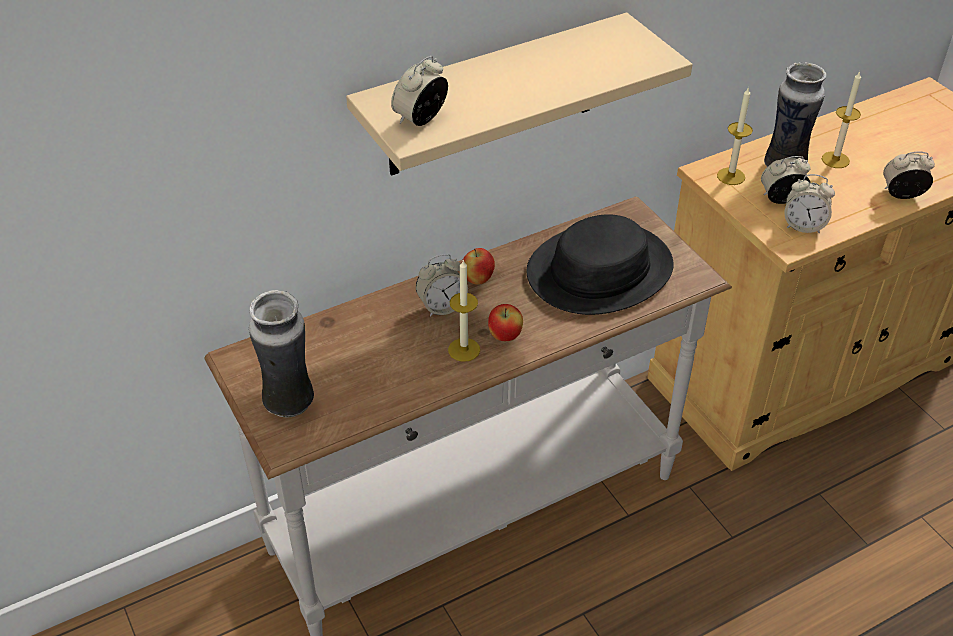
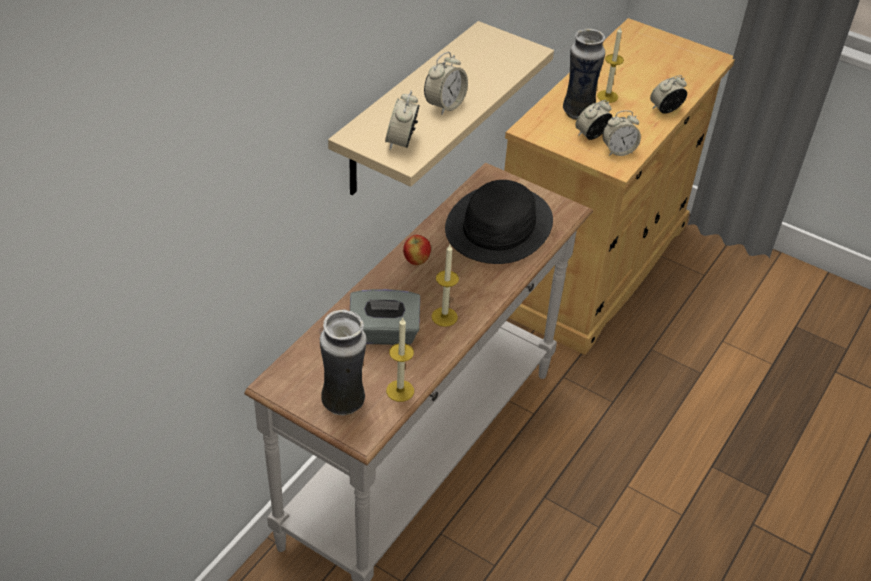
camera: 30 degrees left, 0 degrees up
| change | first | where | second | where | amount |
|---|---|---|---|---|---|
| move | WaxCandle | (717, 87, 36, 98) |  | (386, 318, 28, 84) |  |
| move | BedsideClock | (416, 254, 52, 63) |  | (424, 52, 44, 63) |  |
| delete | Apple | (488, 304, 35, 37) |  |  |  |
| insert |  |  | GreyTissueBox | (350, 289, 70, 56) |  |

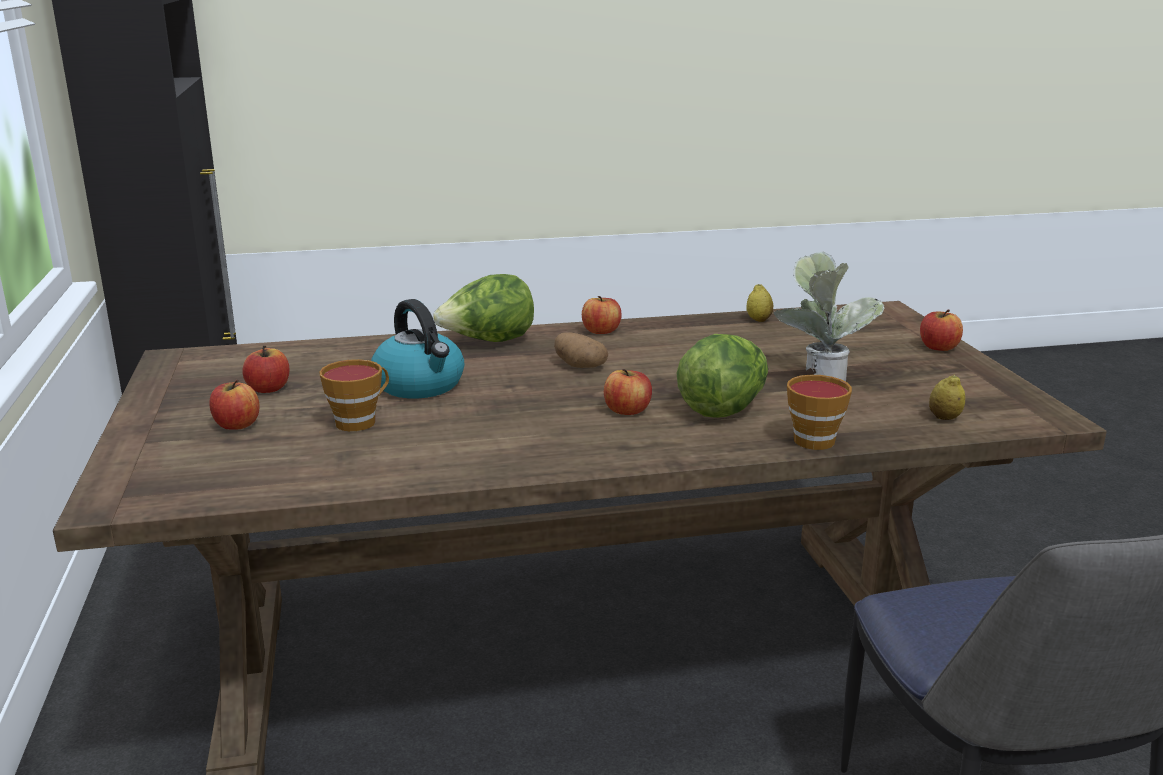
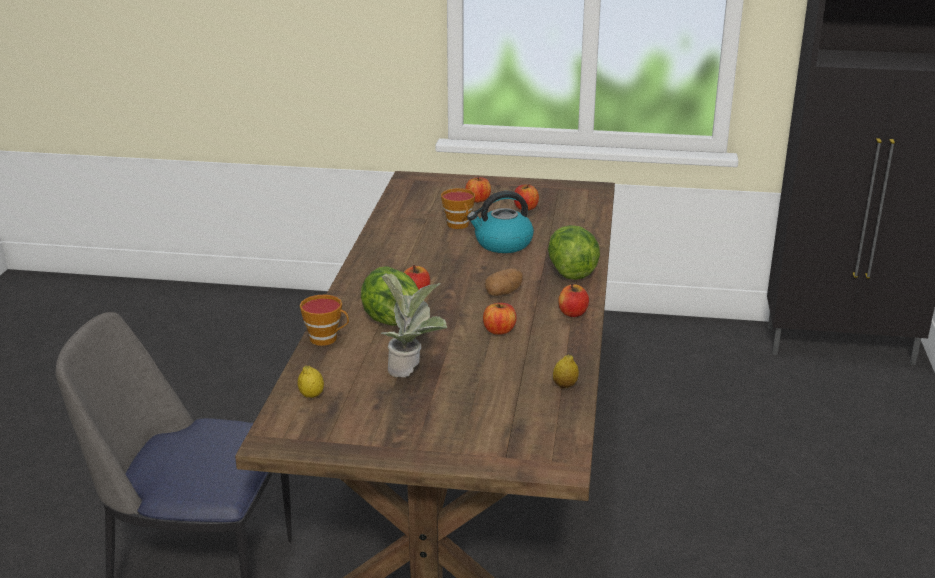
camera: 110 degrees right, 5 degrees up
| change | first | where | second | where | amount |
|---|---|---|---|---|---|
| move | Apple | (920, 309, 43, 42) |  | (483, 303, 34, 32) |  |

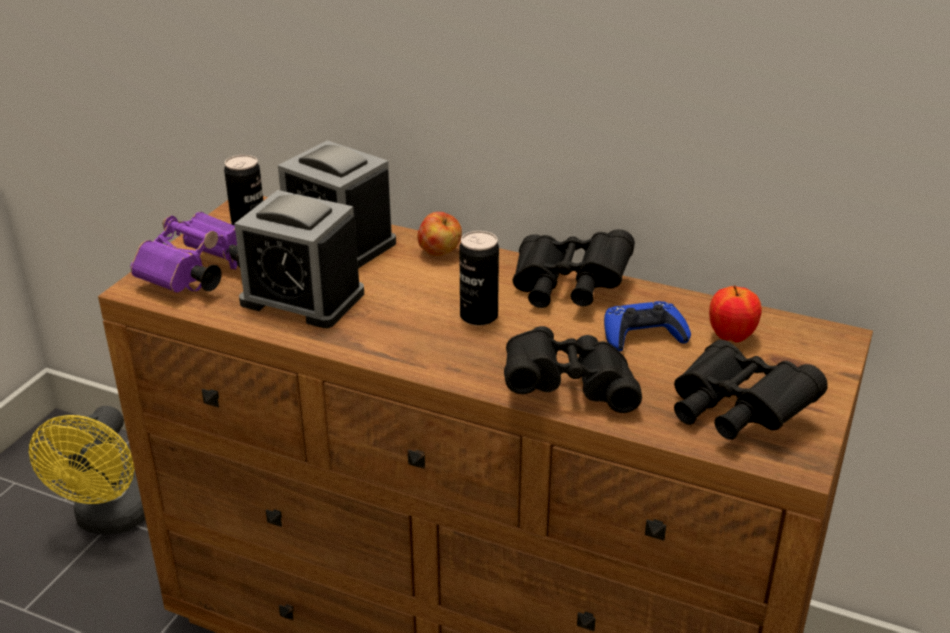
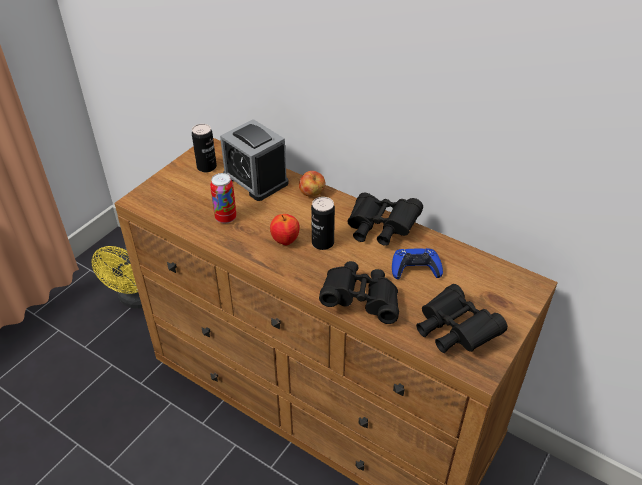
camera: 10 degrees right, 10 degrees up
| change | first | where | second | where | amount |
|---|---|---|---|---|---|
| replace | BedsideClock | (234, 190, 130, 138) | MetalCan | (210, 173, 26, 51) |  |
| delete | PurplishFieldGlasses | (130, 212, 110, 80) |  |  |  |
| move | Apple | (709, 285, 53, 57) |  | (270, 214, 29, 31) |  |

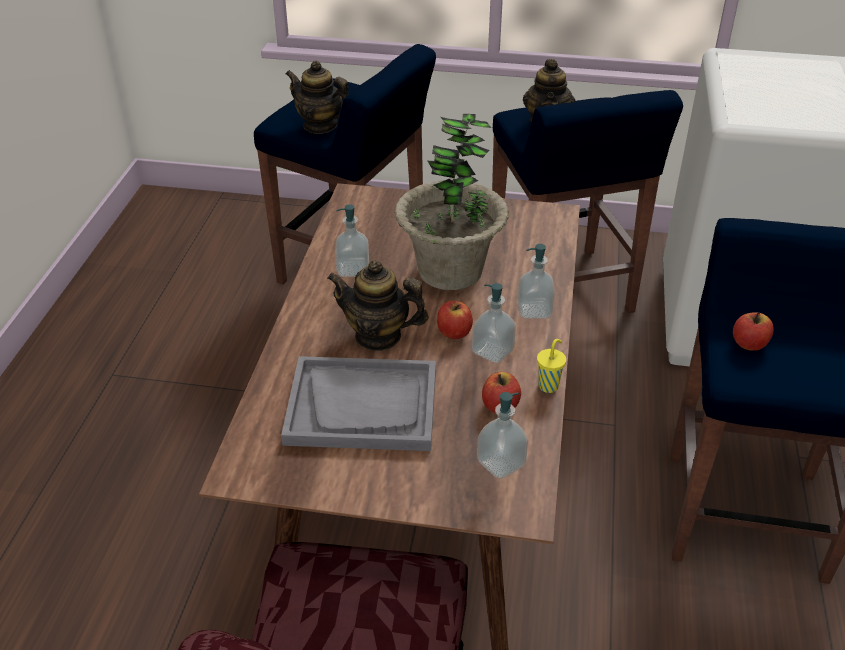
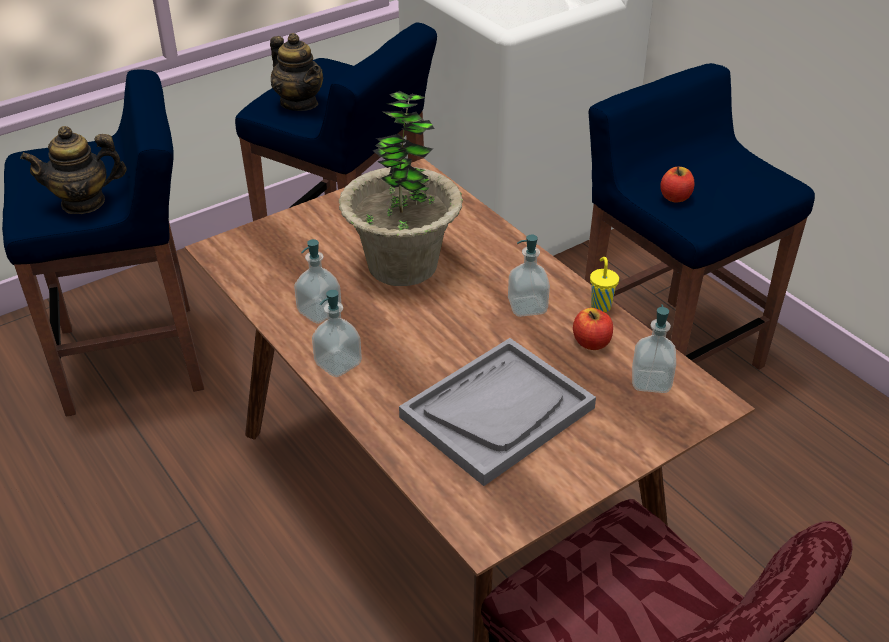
camera: 45 degrees left, 0 degrees up
| change | first | where | second | where | amount |
|---|---|---|---|---|---|
| move | SoapBottle | (518, 244, 37, 75) |  | (312, 290, 50, 87) |  |
| delete | Teapot | (327, 260, 102, 91) |  |  |  |
| delete | Apple | (437, 301, 36, 38) |  |  |  |

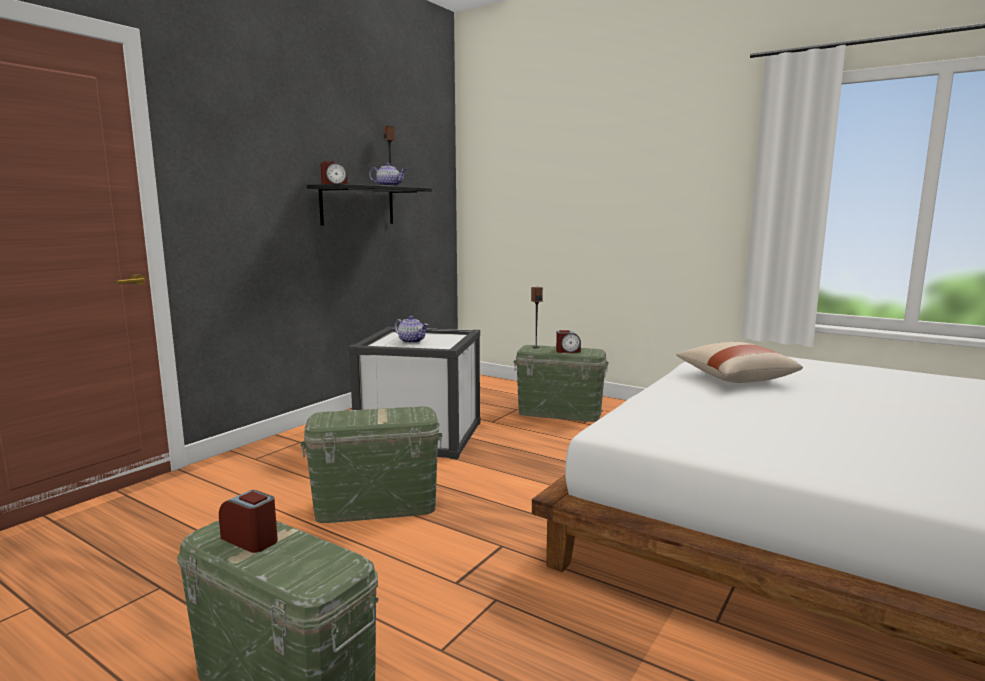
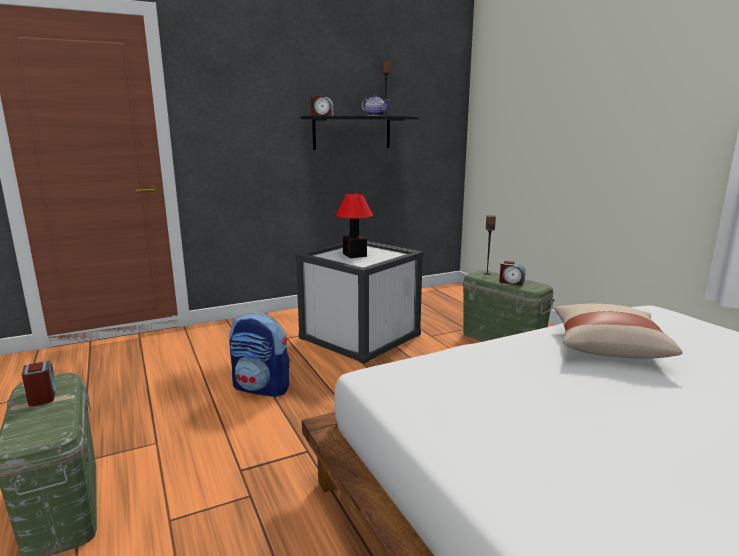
camera: 30 degrees right, 5 degrees up
| change | first | where | second | where | amount |
|---|---|---|---|---|---|
| replace | Teapot | (394, 316, 34, 27) | TabletopLamp | (335, 194, 38, 64) |  |
| replace | GreenStorageBox | (301, 407, 141, 116) | Knapsack | (229, 312, 61, 85) |  |

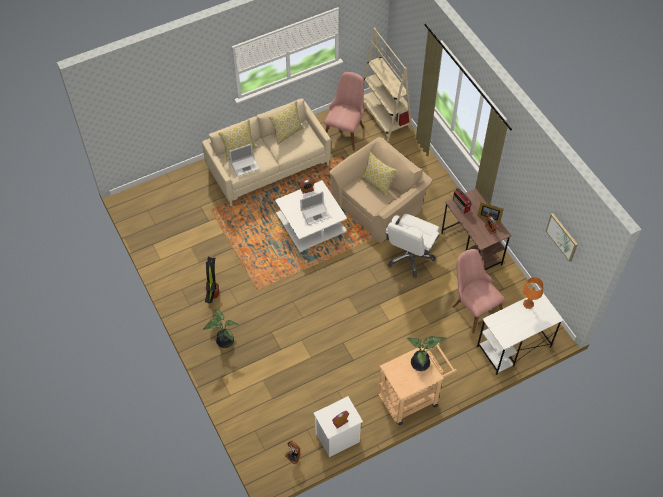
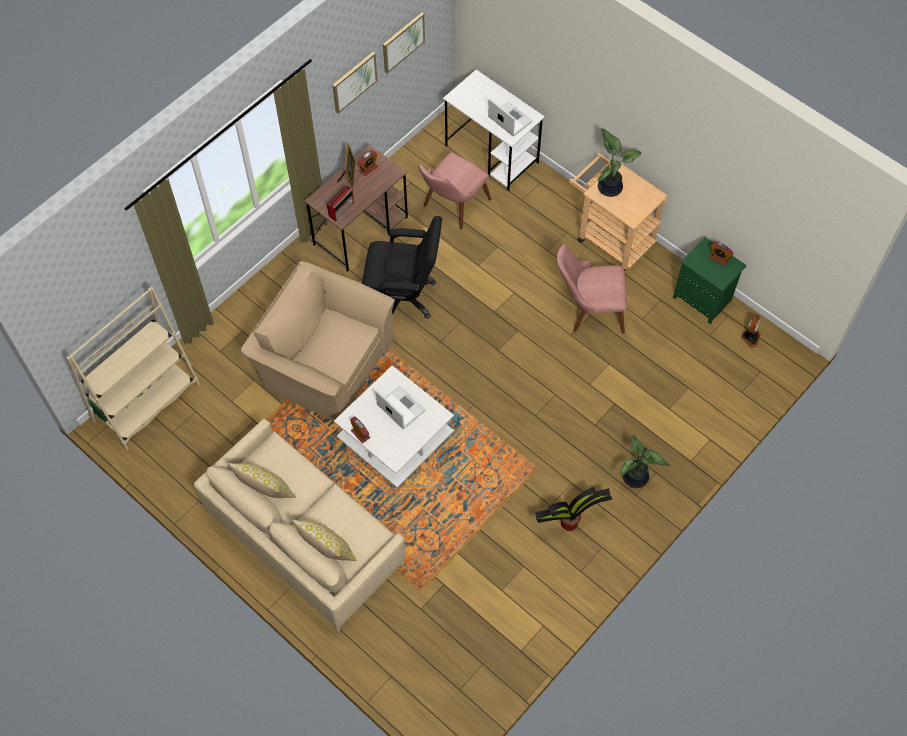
camera: 110 degrees left, 5 degrees up
| change | first | where | second | where | amount |
|---|---|---|---|---|---|
| move | PinkColouredUprightChair | (324, 72, 40, 79) |  | (557, 244, 70, 89) |  |
| move | PortableComputer | (229, 143, 31, 34) |  | (488, 98, 45, 38) |  |
| delete | ThrowPillow | (361, 151, 36, 46) |  |  |  |
| recolor | WhiteColouredOfficeChair | (385, 213, 54, 65) | BlackishOfficeChair | (362, 216, 80, 103) |  |
| delete | OrangeColouredTabletopLamp | (523, 277, 20, 32) |  |  |  |
| recolor | WhiteColouredNightstand | (313, 396, 50, 61) | GreenNightstand | (673, 237, 74, 87) |  |
| insert |  |  | WallArt | (332, 52, 46, 62) |  |

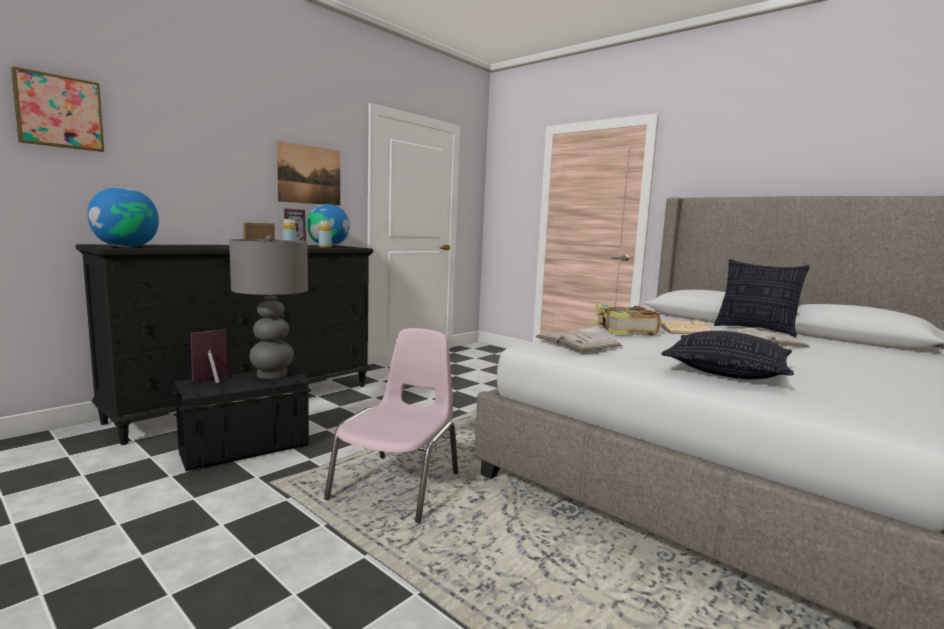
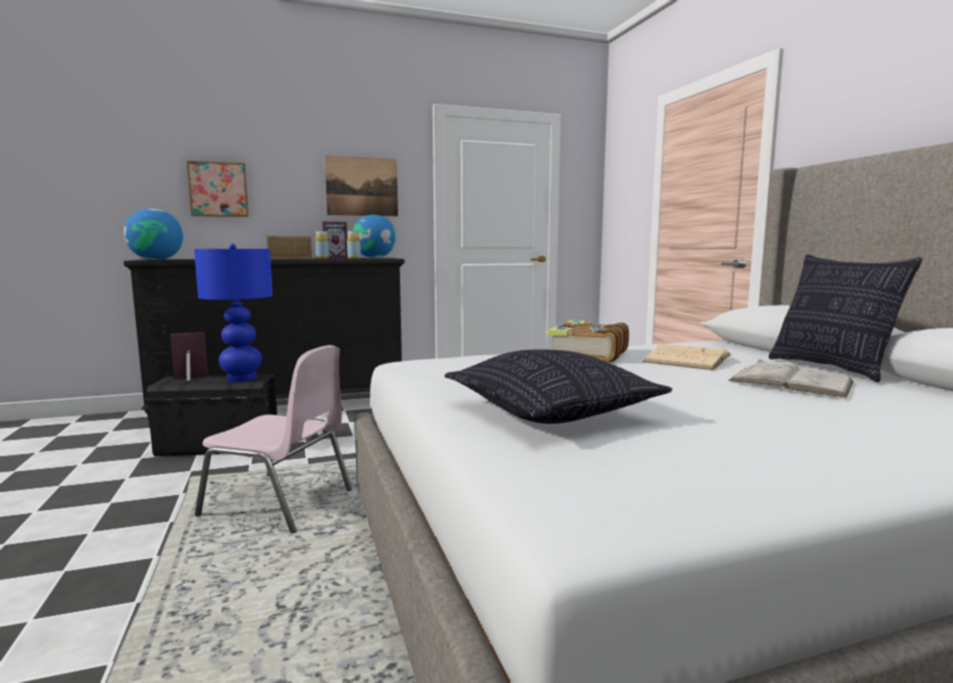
camera: 30 degrees right, 0 degrees up
| change | first | where | second | where | amount |
|---|---|---|---|---|---|
| move | WallArt | (11, 66, 93, 86) |  | (187, 160, 62, 57) |  |
| recolor | GreyTabletopLamp | (229, 235, 79, 144) | BlueTabletopLamp | (194, 244, 79, 138) |  |
| rotate | PinkColouredUprightChair | (324, 328, 134, 195) |  | (195, 345, 157, 188) | 60 degrees clockwise |
| delete | WhiteColouredBook | (535, 331, 87, 20) |  |  |  |

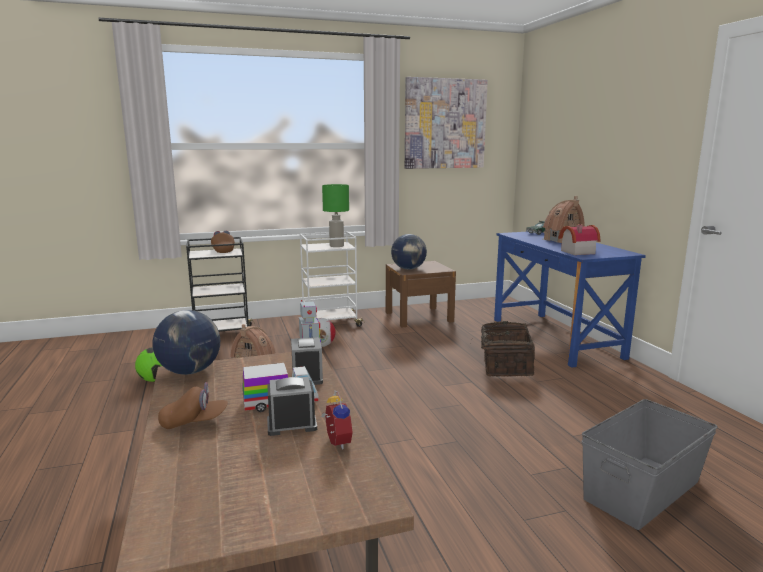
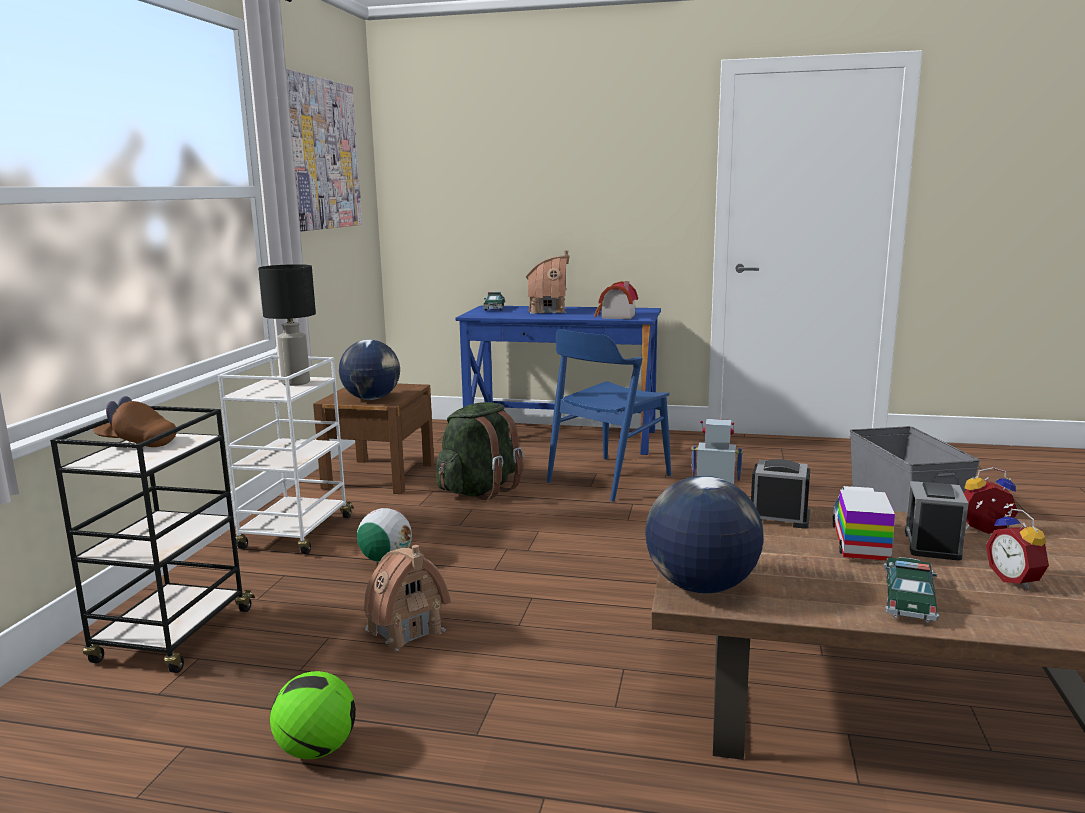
camera: 60 degrees left, 0 degrees up
| change | first | where | second | where | amount |
|---|---|---|---|---|---|
| recolor | GreenTabletopLamp | (322, 184, 27, 63) | BlackishTabletopLamp | (258, 264, 58, 122) |  |
| replace | HouseholdBasket | (470, 321, 65, 56) | BlueUprightChair | (547, 329, 124, 172) |  |
| replace | BrownColouredCap | (158, 382, 70, 47) | MiniatureCar | (884, 557, 55, 66) |  |
| insert |  |  | GreenKnapsack | (436, 402, 88, 98) |  |
| insert |  |  | BedsideClock | (986, 509, 63, 80) |  |

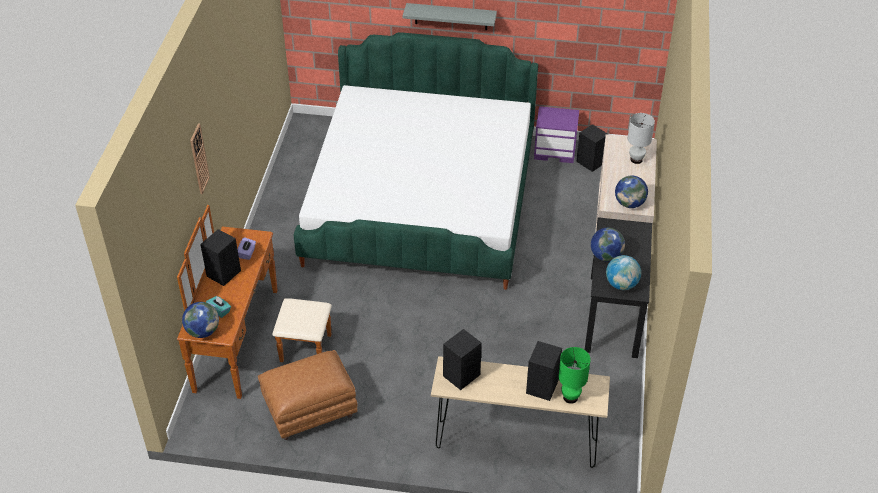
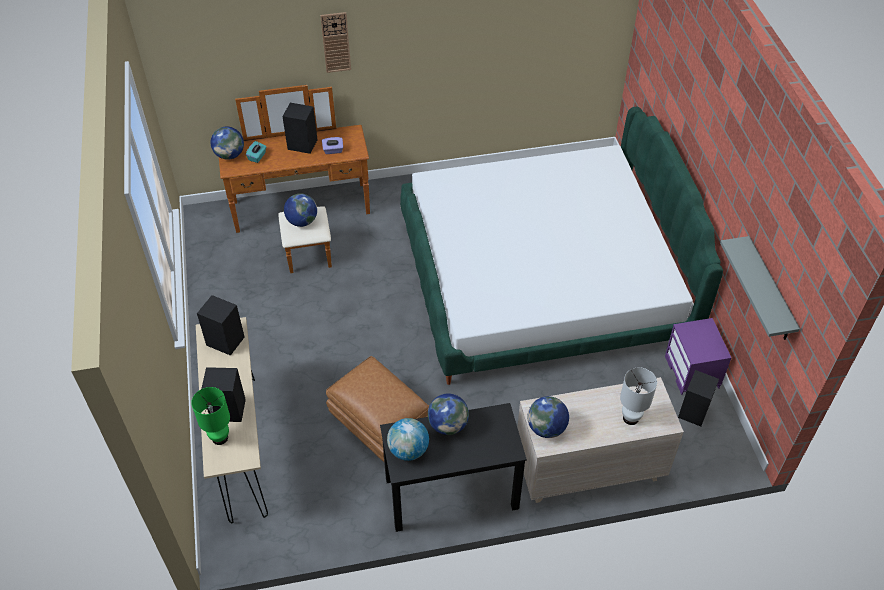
camera: 70 degrees right, 5 degrees up
| change | first | where | second | where | amount |
|---|---|---|---|---|---|
| move | GreyBracketShelf | (403, 3, 94, 27) |  | (720, 236, 79, 104) |  |
| move | BrownColouredPouffe | (258, 350, 100, 90) |  | (326, 356, 103, 106) |  |
| insert |  |  | DeskGlobe | (284, 193, 33, 34) |  |

